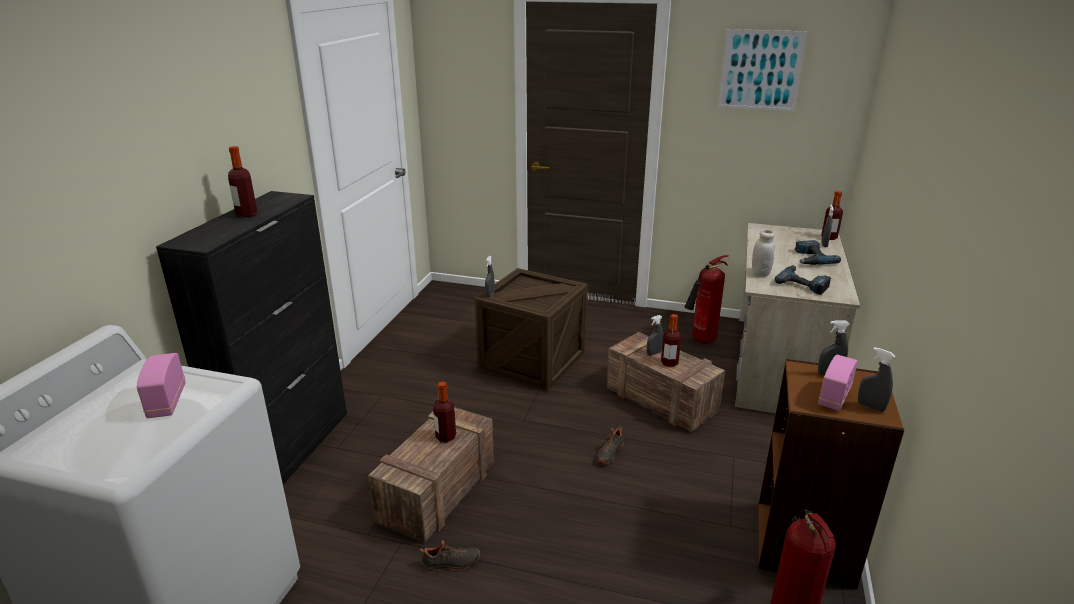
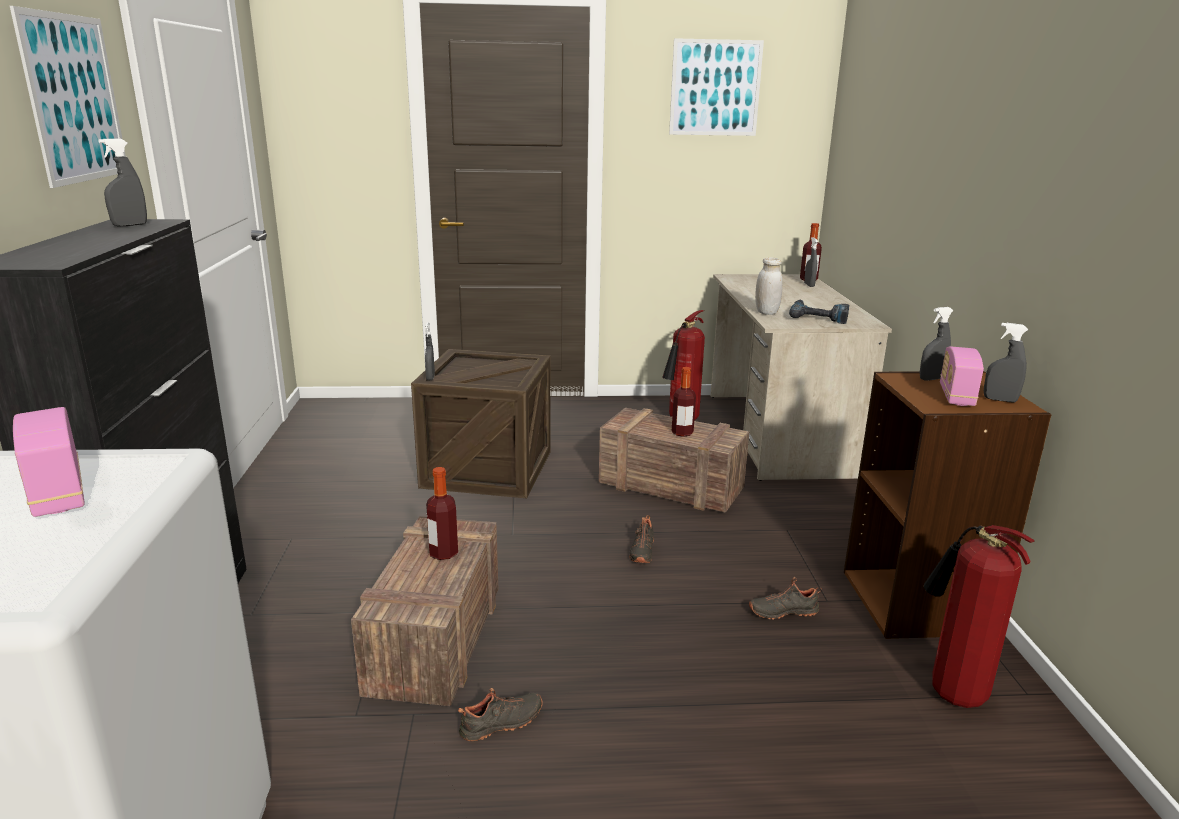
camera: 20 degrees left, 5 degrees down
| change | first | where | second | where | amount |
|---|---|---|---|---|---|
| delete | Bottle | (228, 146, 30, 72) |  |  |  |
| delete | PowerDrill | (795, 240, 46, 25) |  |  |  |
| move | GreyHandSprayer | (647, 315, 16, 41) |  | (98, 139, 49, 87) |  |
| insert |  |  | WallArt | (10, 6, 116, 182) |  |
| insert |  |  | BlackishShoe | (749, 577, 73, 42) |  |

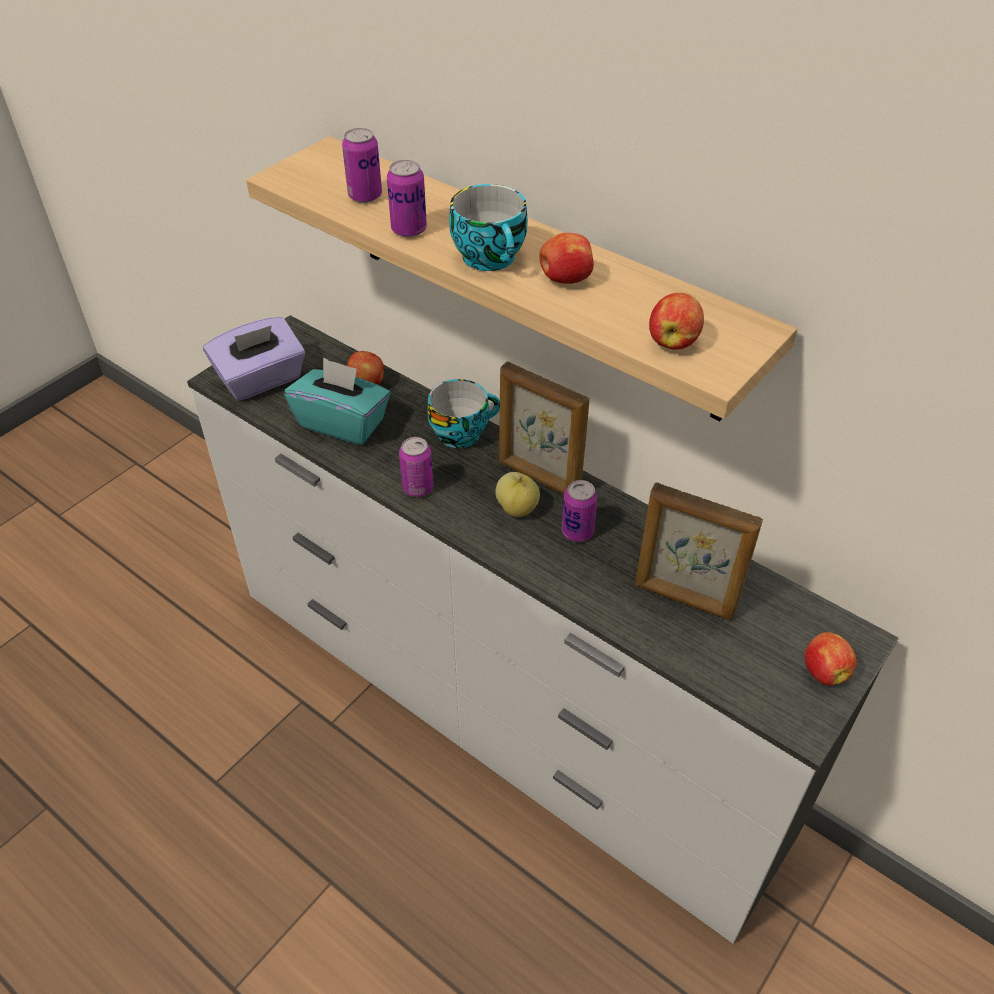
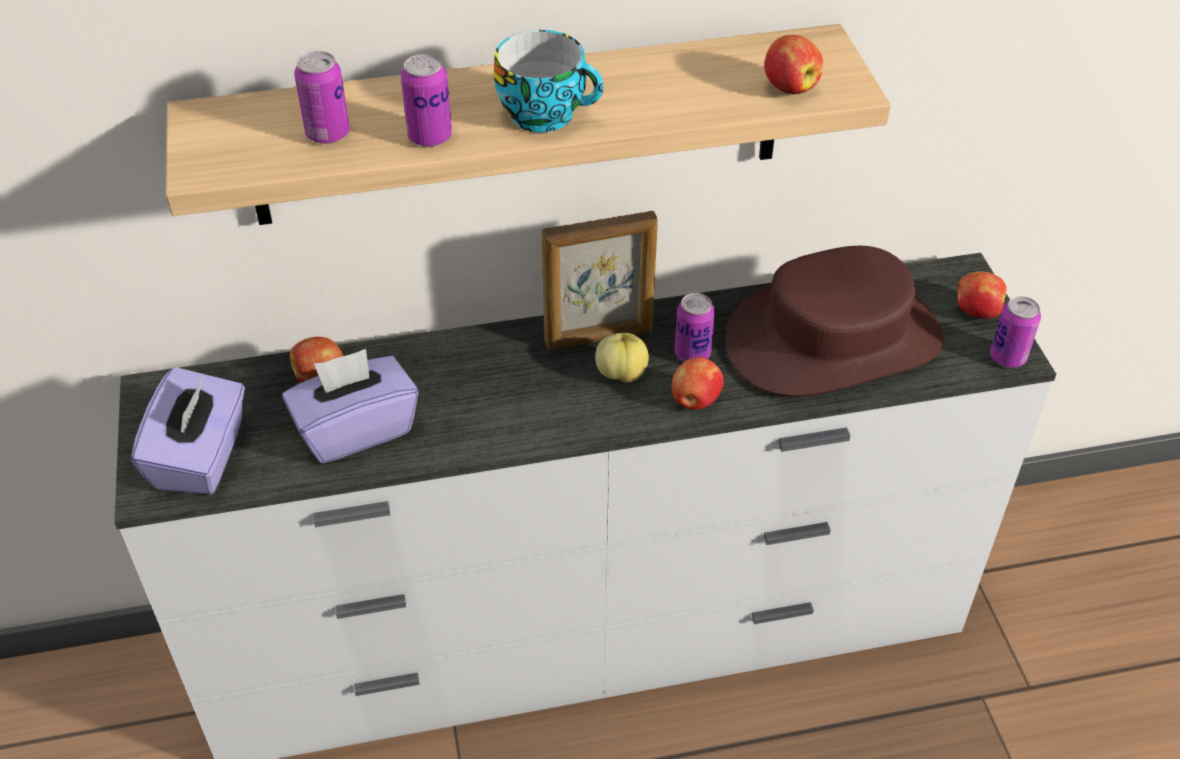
camera: 50 degrees left, 0 degrees up
| change | first | where | second | where | amount |
|---|---|---|---|---|---|
| move | Apple | (539, 233, 55, 51) |  | (671, 357, 53, 53) |  |
| recolor | TurquoiseTissueBox | (284, 357, 106, 88) | PurplishTissueBox | (282, 349, 137, 114) |  |
| delete | DrinkingCup | (427, 379, 73, 69) |  |  |  |
| move | MetalCan | (399, 437, 34, 60) |  | (990, 296, 51, 72) |  |
| replace | StandingFrame | (635, 483, 128, 138) | BrownColouredWearableHat | (725, 246, 219, 151) |  |

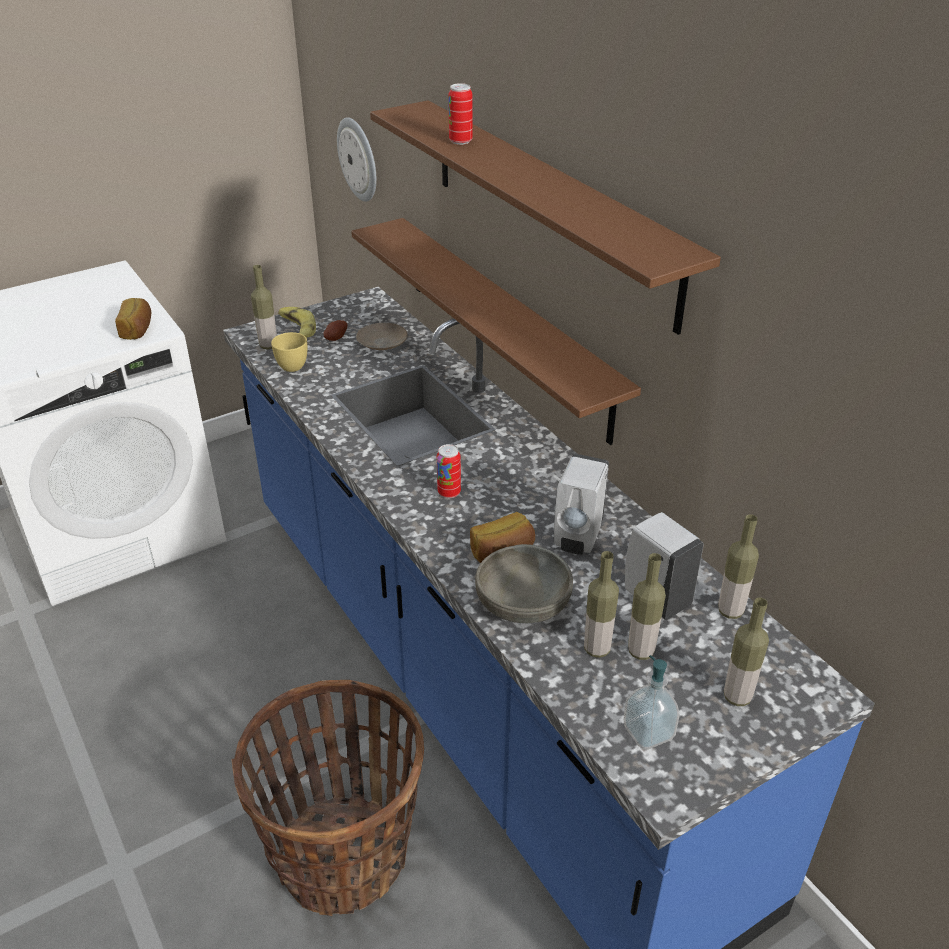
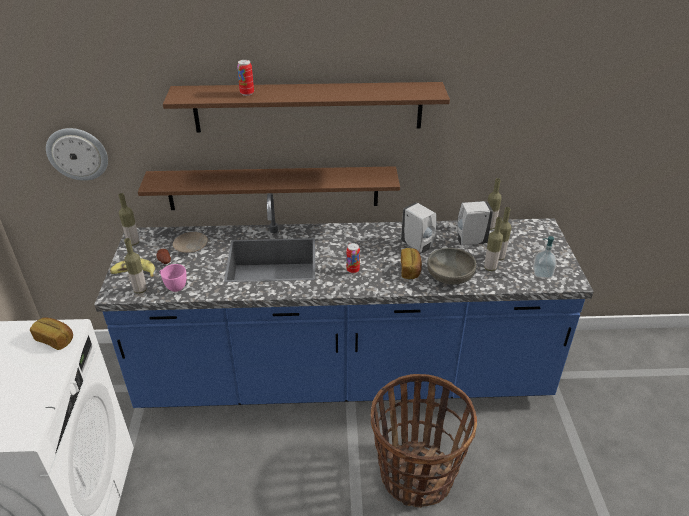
camera: 60 degrees left, 0 degrees up
| change | first | where | second | where | amount |
|---|---|---|---|---|---|
| recolor | YellowishDrinkingCup | (271, 332, 36, 40) | PinkColouredDrinkingCup | (159, 264, 28, 28) |  |
| move | Bottle | (724, 598, 45, 108) |  | (119, 193, 20, 53) |  |

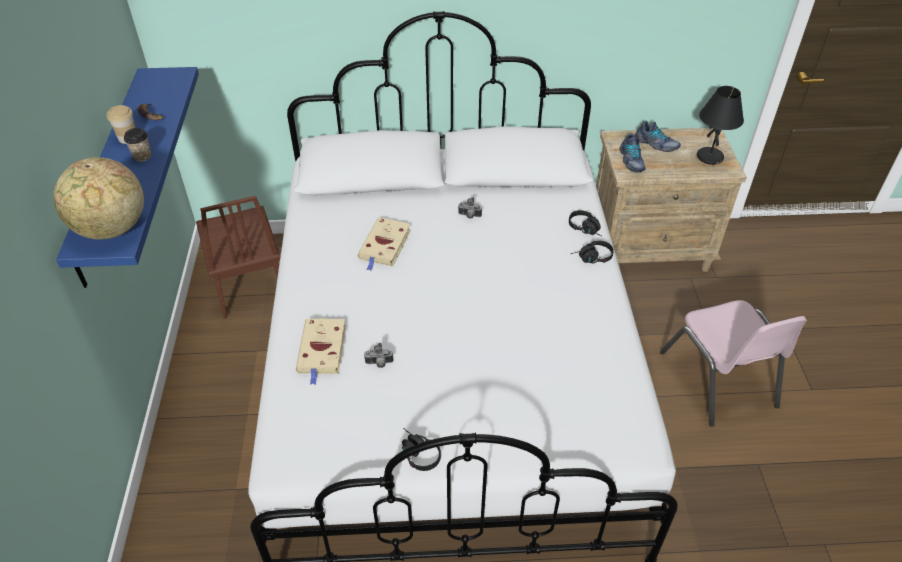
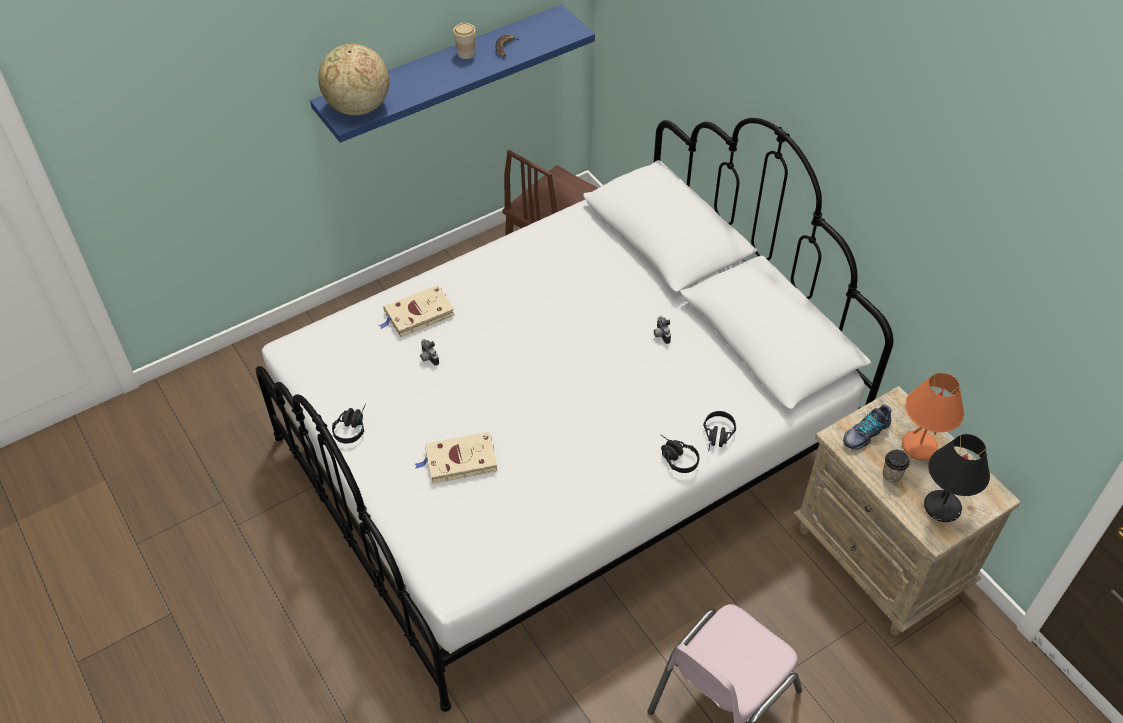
camera: 60 degrees right, 5 degrees up
| change | first | where | second | where | amount |
|---|---|---|---|---|---|
| replace | Shoe | (635, 121, 46, 31) | OrangeColouredTabletopLamp | (902, 373, 62, 87) |  |
| move | DrinkingCup | (124, 128, 27, 34) |  | (883, 450, 27, 33) |  |
| move | SandColouredBook | (358, 217, 53, 54) |  | (415, 432, 83, 52) |  |

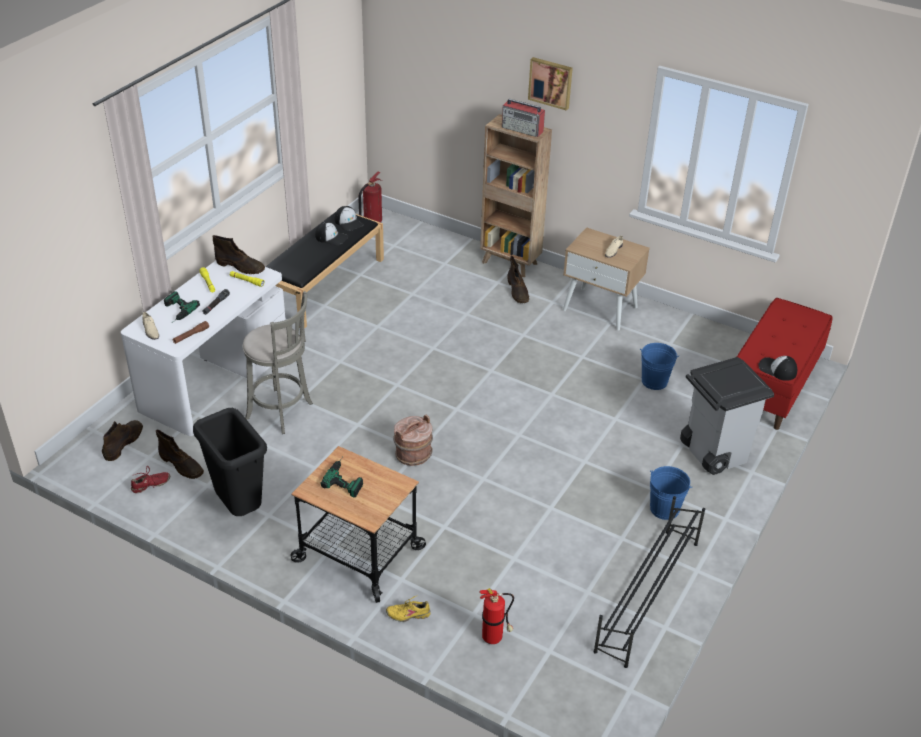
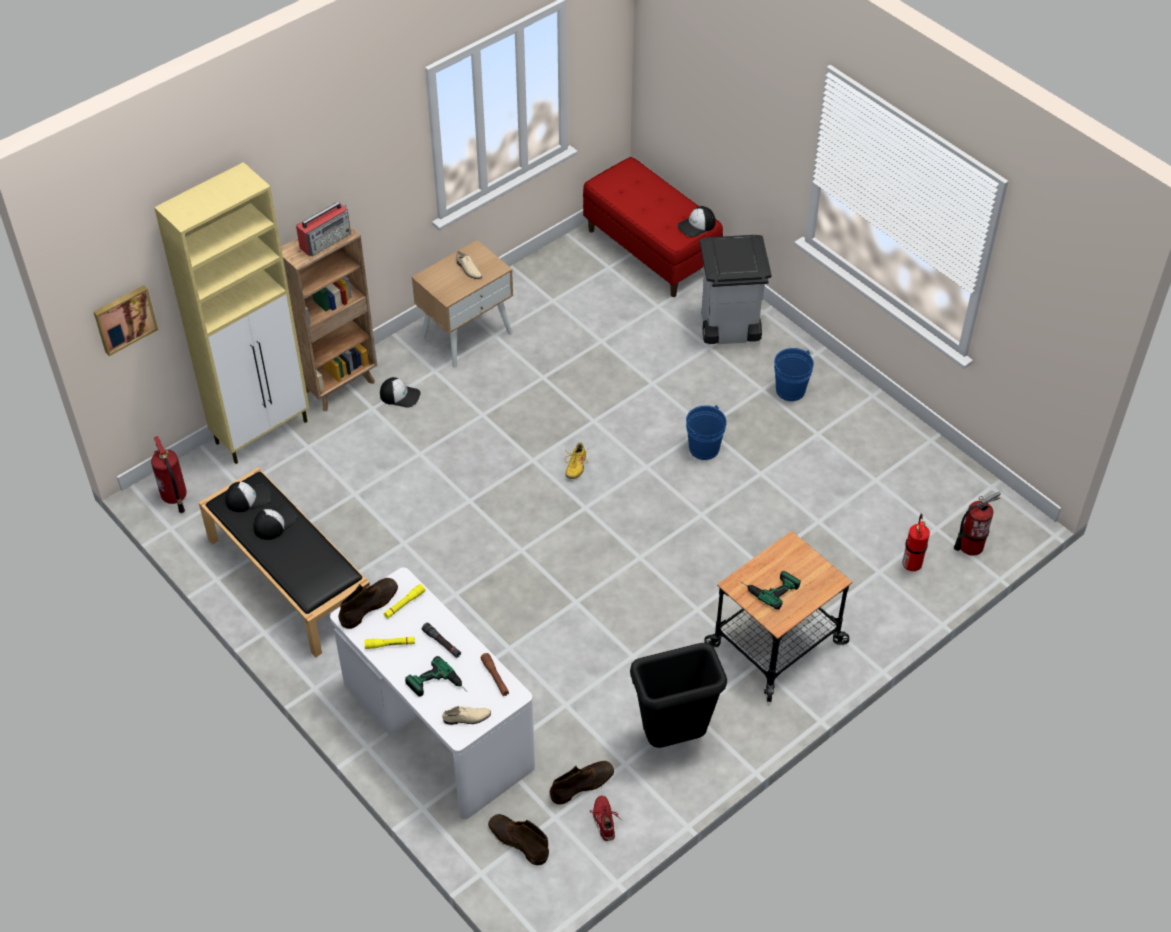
camera: 70 degrees left, 10 degrees up
| change | first | where | second | where | amount |
|---|---|---|---|---|---|
| move | WallArt | (528, 57, 45, 54) |  | (94, 285, 64, 71) |  |
| replace | BrownColouredHighTopBoot | (507, 256, 22, 47) | Cap | (380, 377, 41, 31) |  |
| delete | GreySittingStool | (243, 291, 70, 143) |  |  |  |
| move | BlueBucket | (640, 343, 40, 47) |  | (686, 405, 41, 55) |  |
| delete | BrownColouredBucket | (393, 415, 40, 51) |  |  |  |
| delete | BlackishShoeShelf | (594, 496, 111, 172) |  |  |  |
| move | YellowishShoe | (386, 596, 45, 26) |  | (565, 442, 23, 37) |  |
| insert |  |  | SandColouredStorageCabinet | (154, 162, 155, 302) |  |
| insert |  |  | FireExtinguisher | (954, 491, 47, 65) |  |

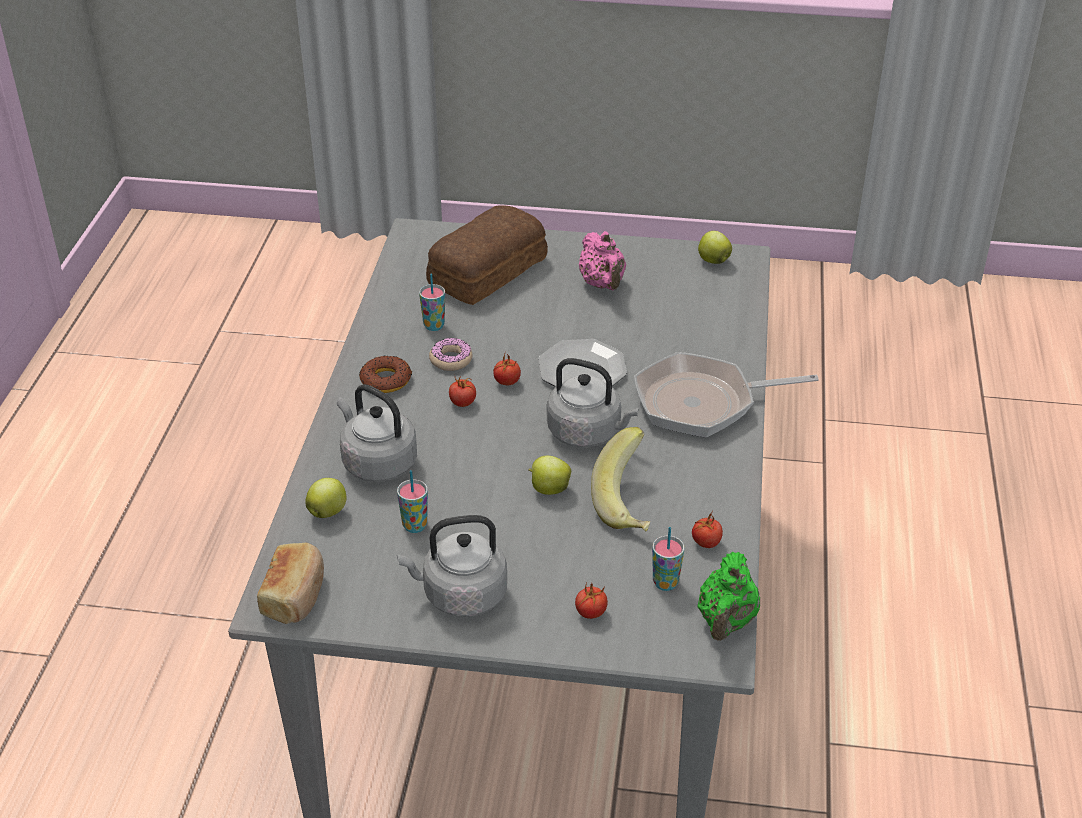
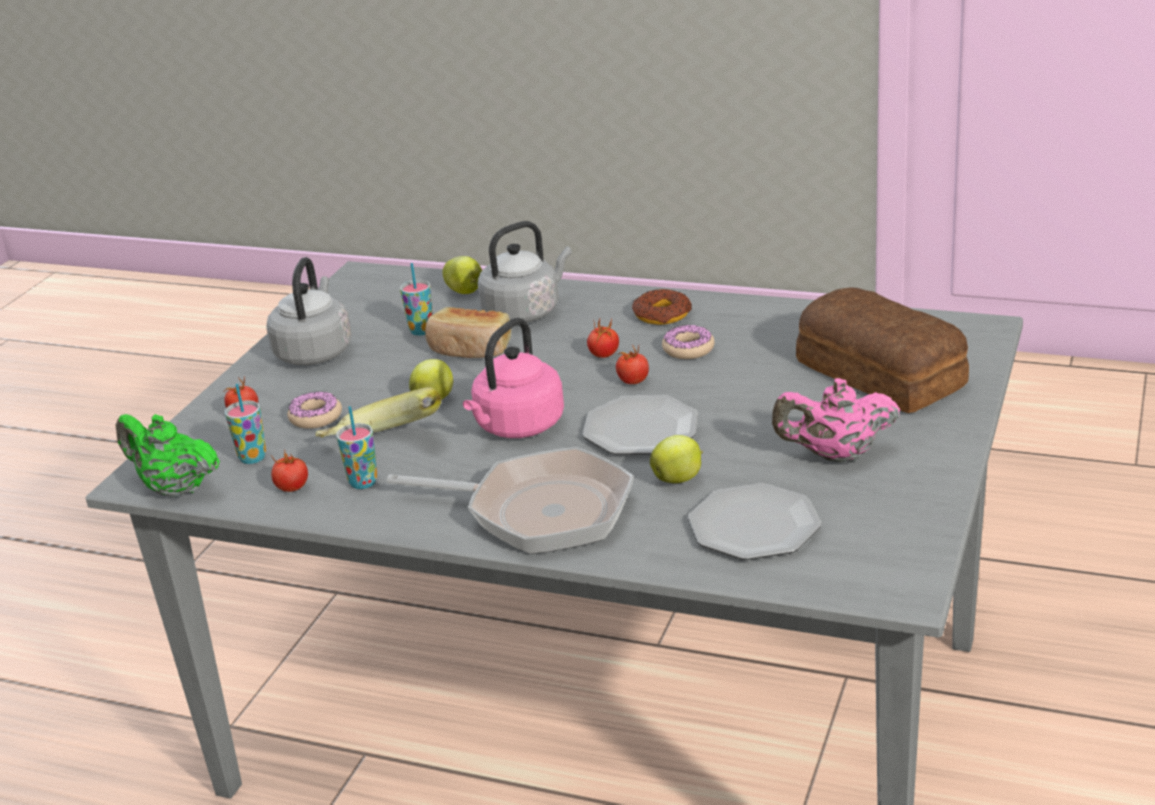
camera: 105 degrees right, 10 degrees down
| change | first | where | second | where | amount |
|---|---|---|---|---|---|
| move | Apple | (698, 231, 34, 33) |  | (650, 435, 53, 48) |  |
| move | DrinkingCup | (419, 274, 26, 57) |  | (336, 406, 41, 83) |  |
| rotate | FryingPan | (634, 352, 185, 86) |  | (387, 447, 247, 107) | 105 degrees clockwise |
| recolor | GreyKettle | (547, 358, 92, 89) | PinkColouredKettle | (463, 318, 101, 120) |  |
| move | BakeryBread | (257, 543, 67, 81) |  | (425, 307, 86, 51) |  |
| insert |  |  | RingDoughnut | (287, 392, 55, 37) |  |
| insert |  |  | DinnerPlate | (688, 483, 133, 77) |  |

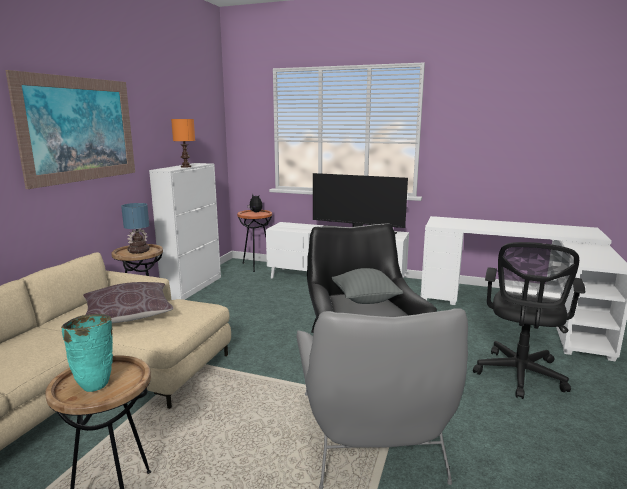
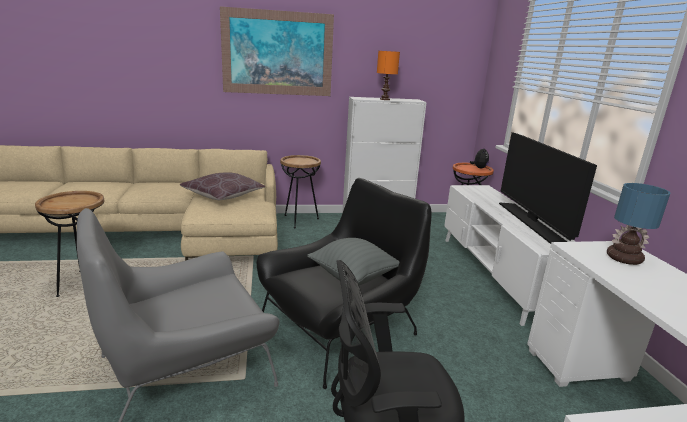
camera: 60 degrees right, 5 degrees up
| change | first | where | second | where | amount |
|---|---|---|---|---|---|
| move | TabletopLamp | (121, 203, 29, 51) |  | (607, 183, 63, 82) |  |
| delete | TurquoiseFlowerVase | (61, 314, 52, 78) |  |  |  |

